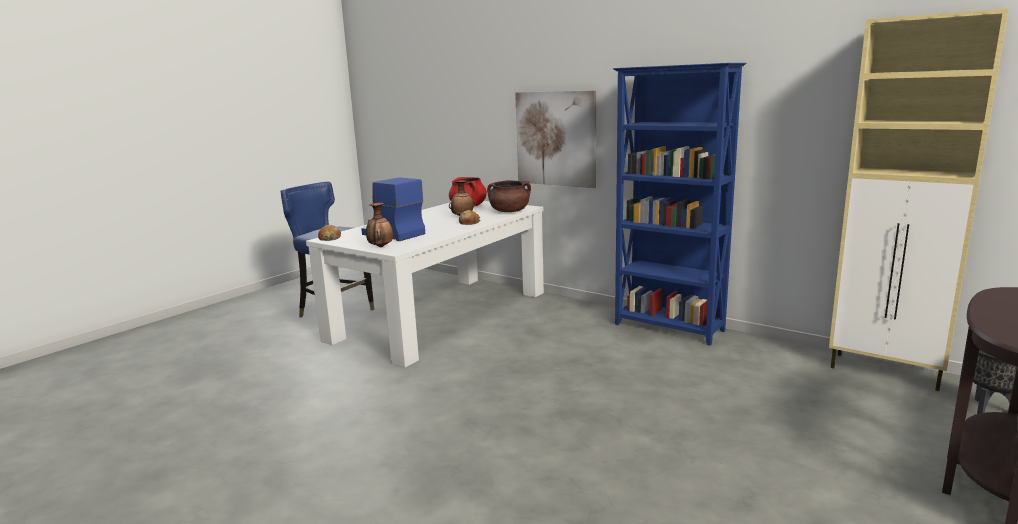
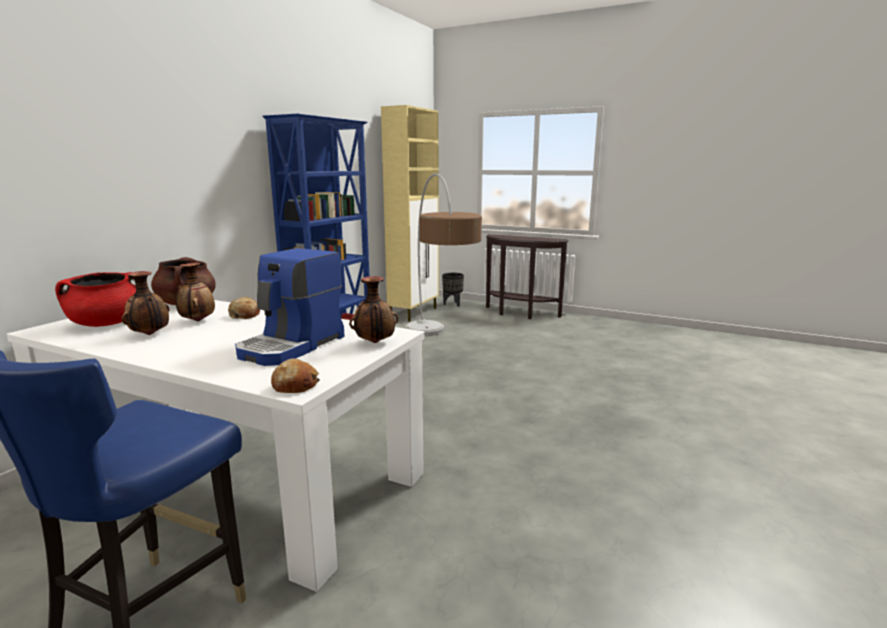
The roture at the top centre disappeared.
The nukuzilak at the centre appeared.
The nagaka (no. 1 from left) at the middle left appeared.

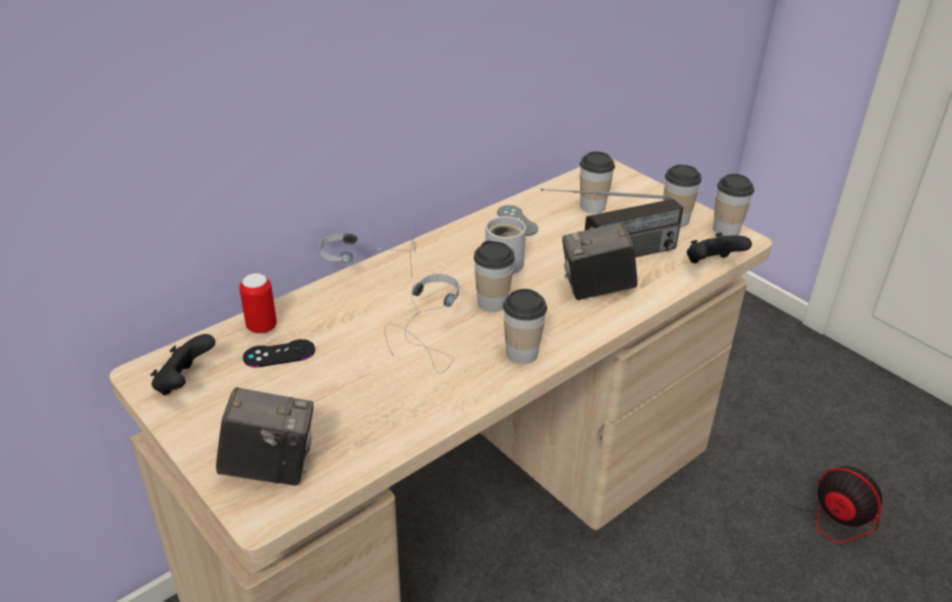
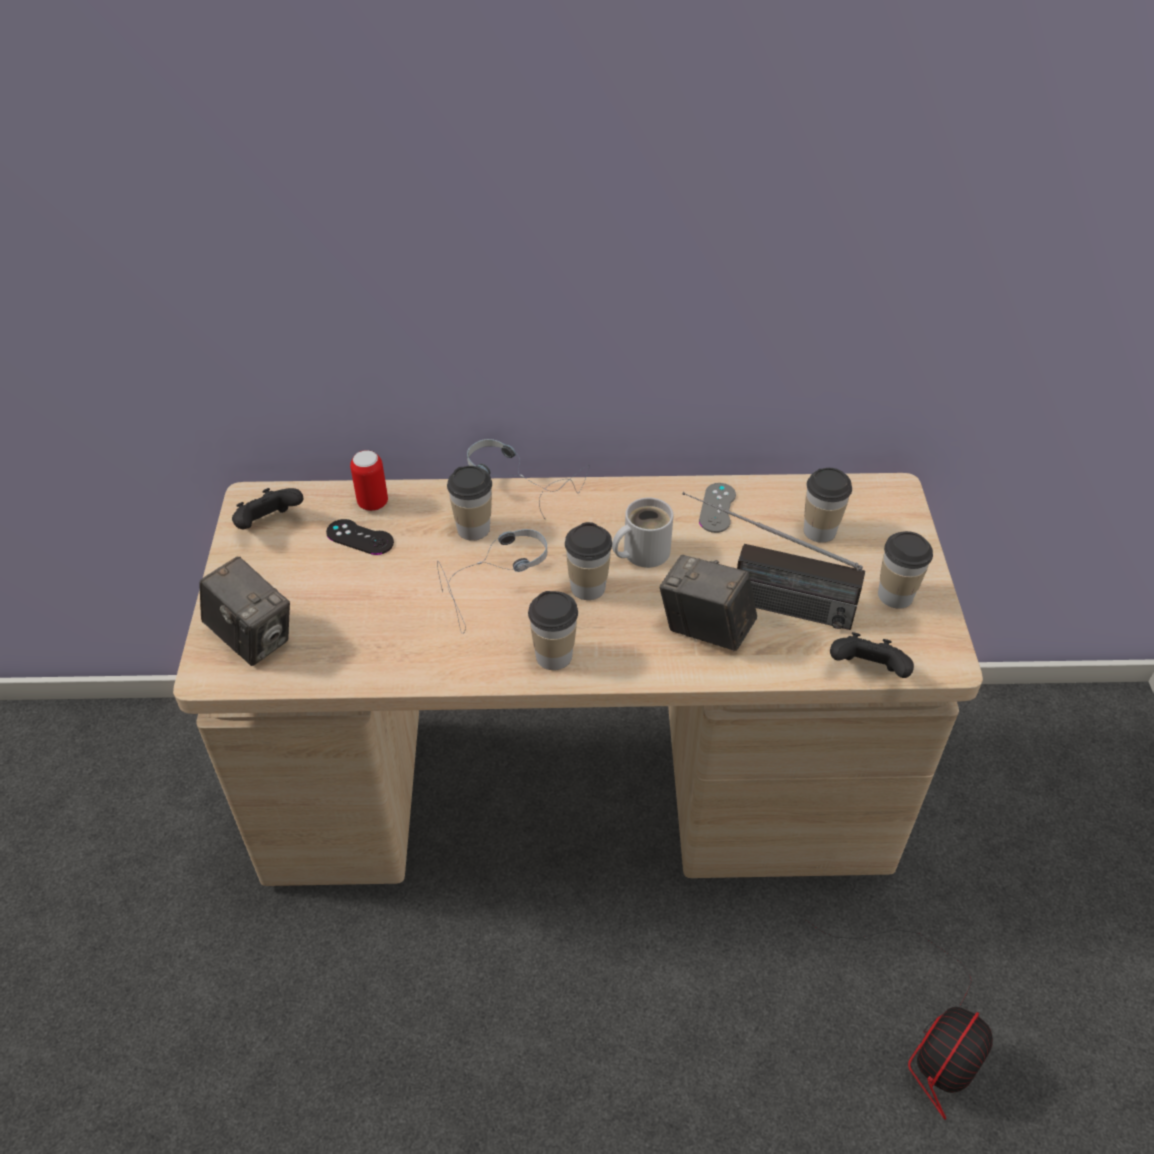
The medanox (no. 5 from left in the first image) moved from the middle right to the centre.
The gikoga at the bottom right turned 45 degrees clockwise.

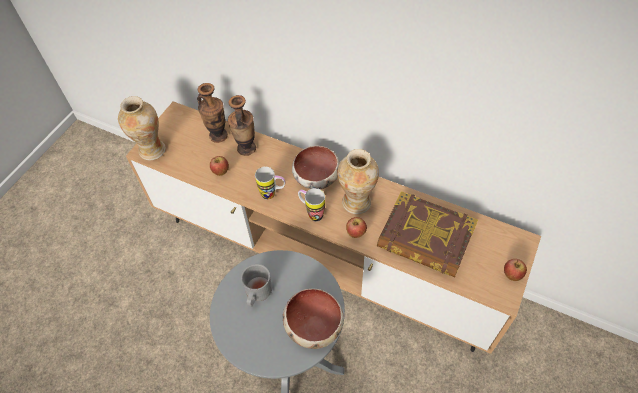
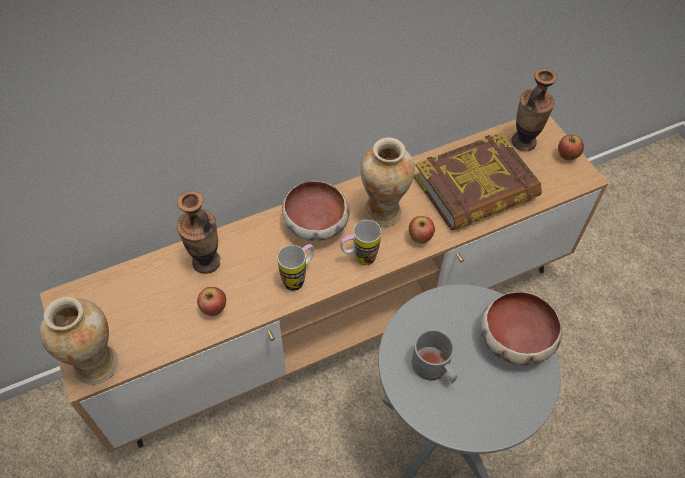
The nagaka (no. 2 from left in the first image) moved from the top left to the top right.

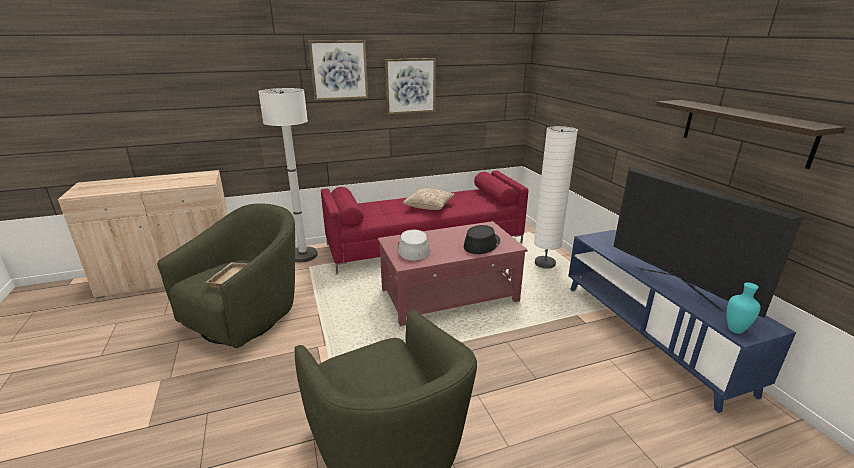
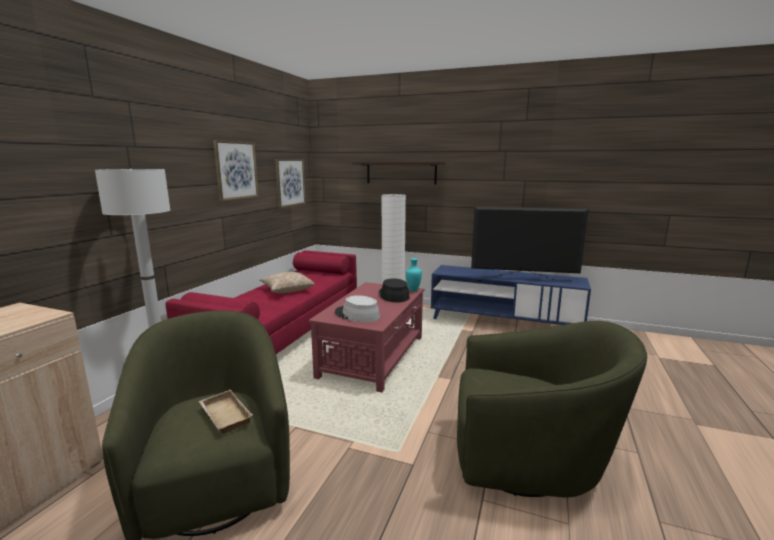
The roture (no. 1 from left in the first image) moved from the top centre to the centre.
The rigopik moved from the top right to the top centre.
The turquoise nagaka moved from the middle right to the centre.

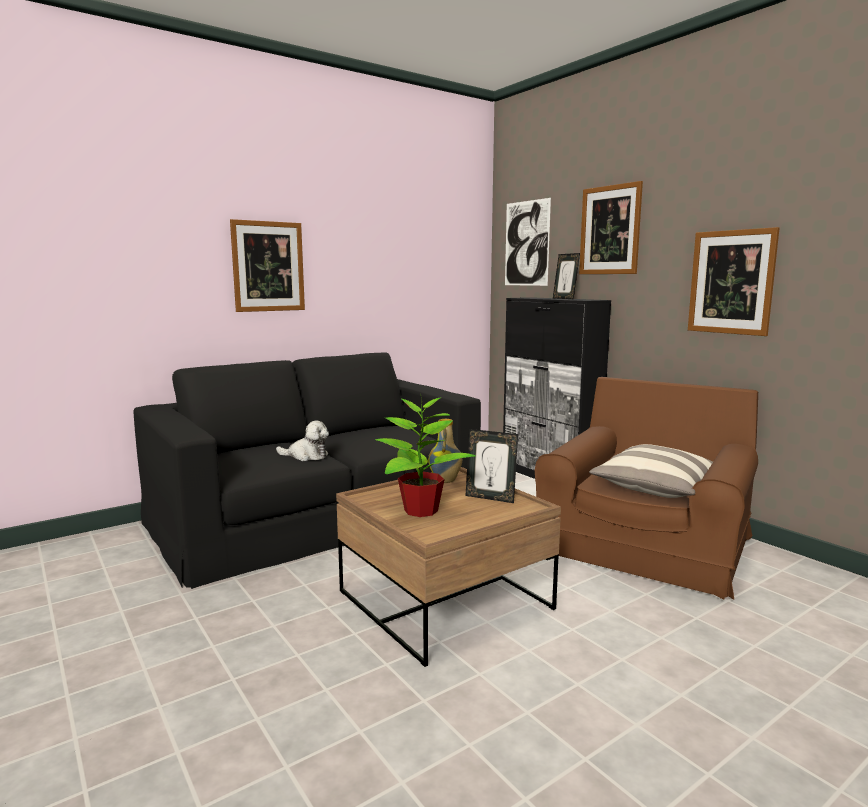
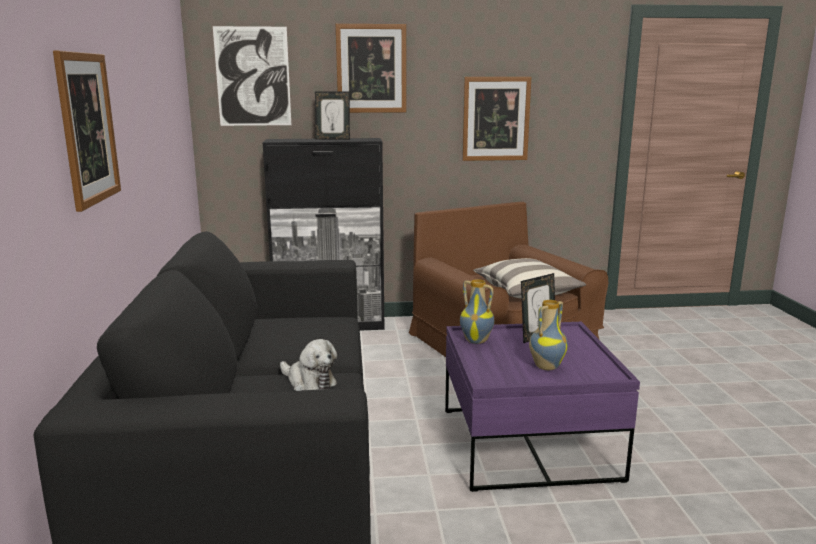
The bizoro at the centre was replaced by the nagaka (no. 2 from left) at the middle right.
The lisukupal at the centre turned 90 degrees clockwise.
The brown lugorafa at the bottom centre became the purple lugorafa at the bottom centre.

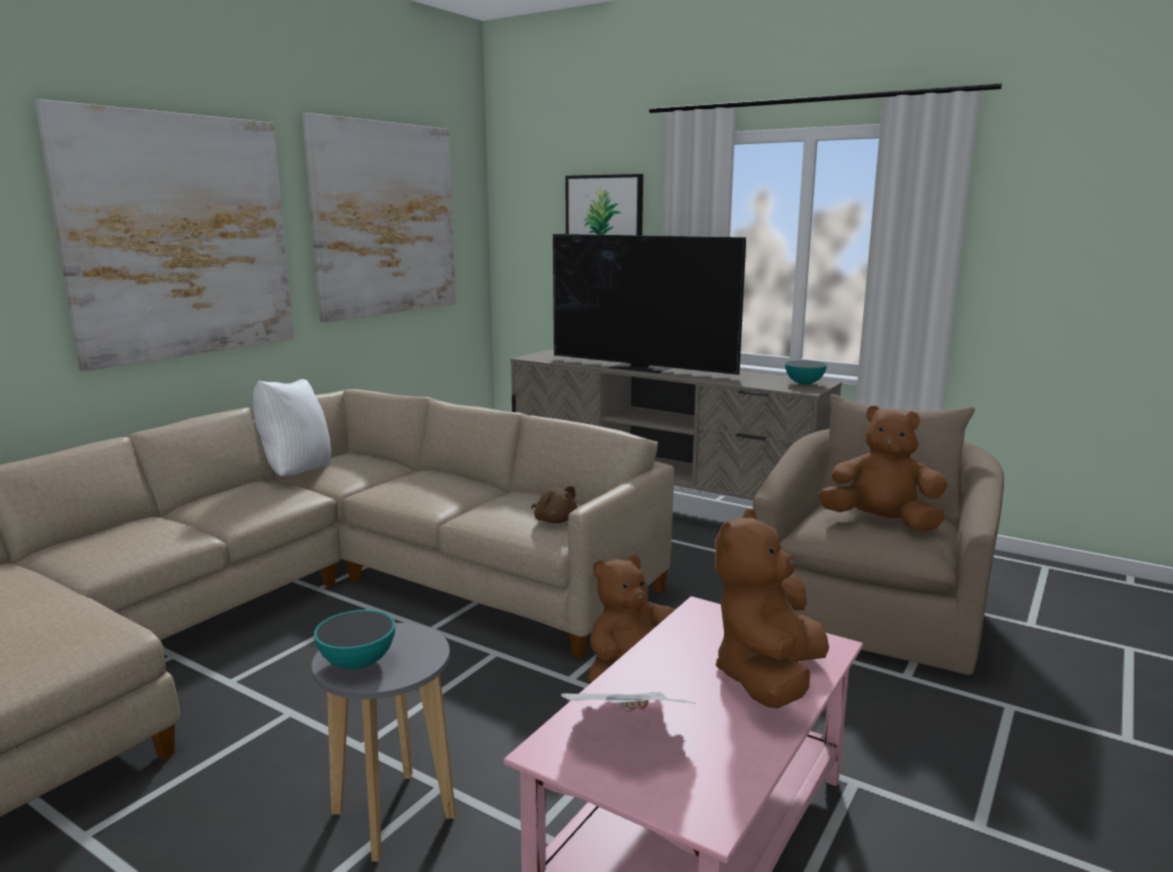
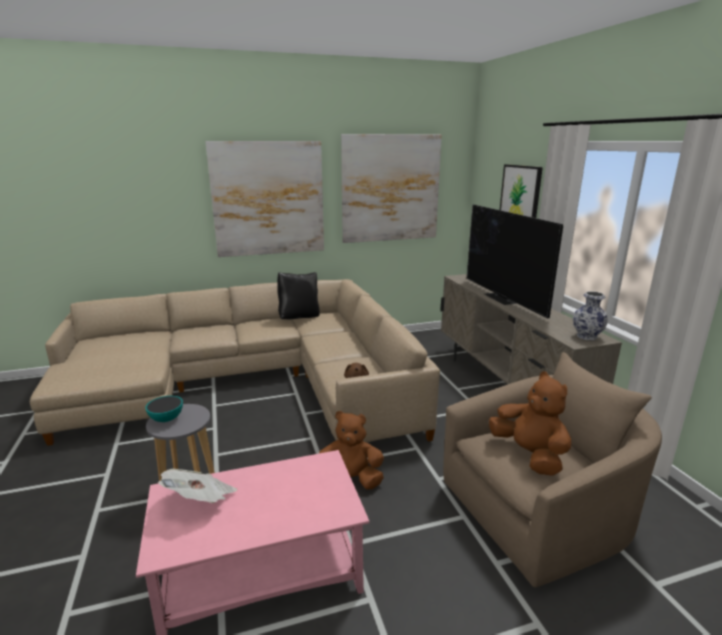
The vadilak (no. 2 from left) at the middle right was replaced by the nagaka at the middle right.
The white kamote at the middle left became the black kamote at the centre.
The brown lisukupal (no. 3 from left) at the bottom centre disappeared.

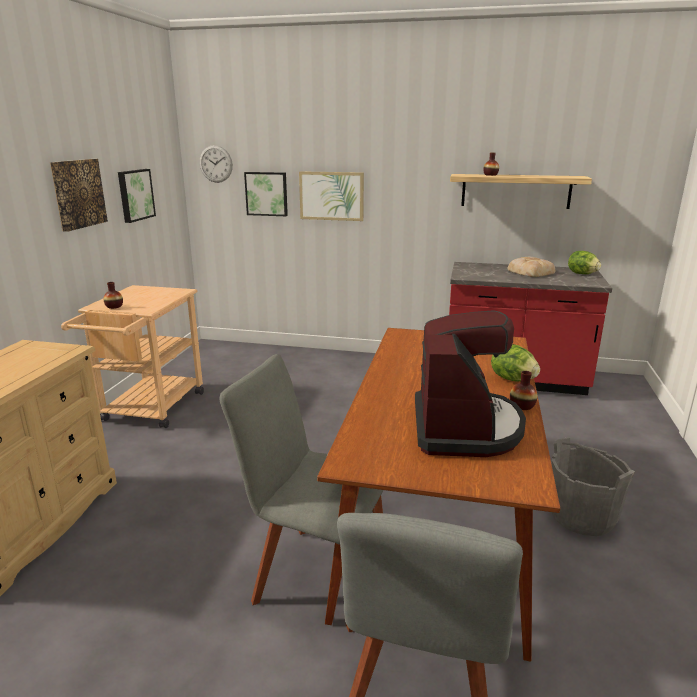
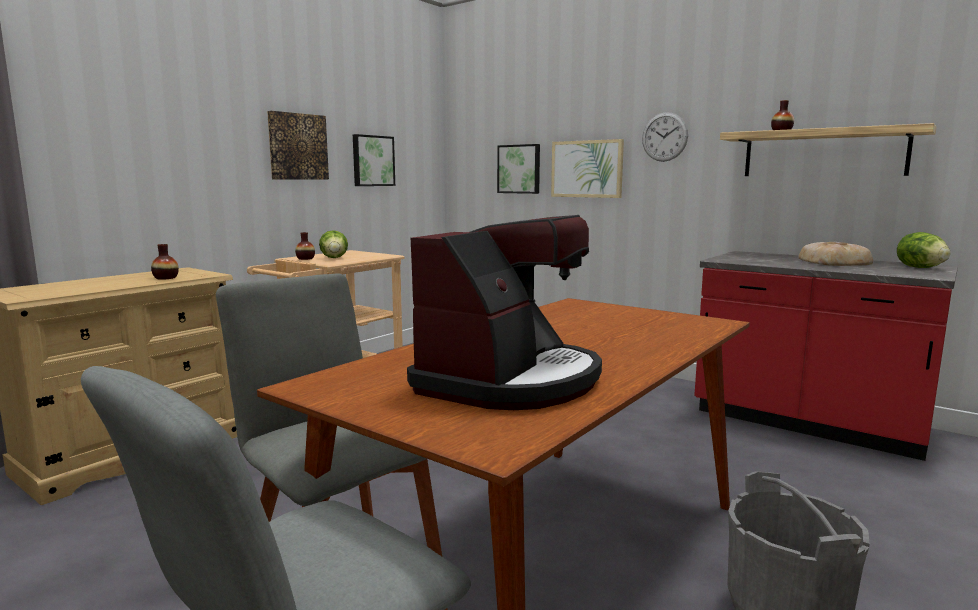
The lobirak moved from the top left to the top right.
The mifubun (no. 1 from left) moved from the middle right to the centre.
The nagaka (no. 3 from left in the first image) moved from the middle right to the middle left.

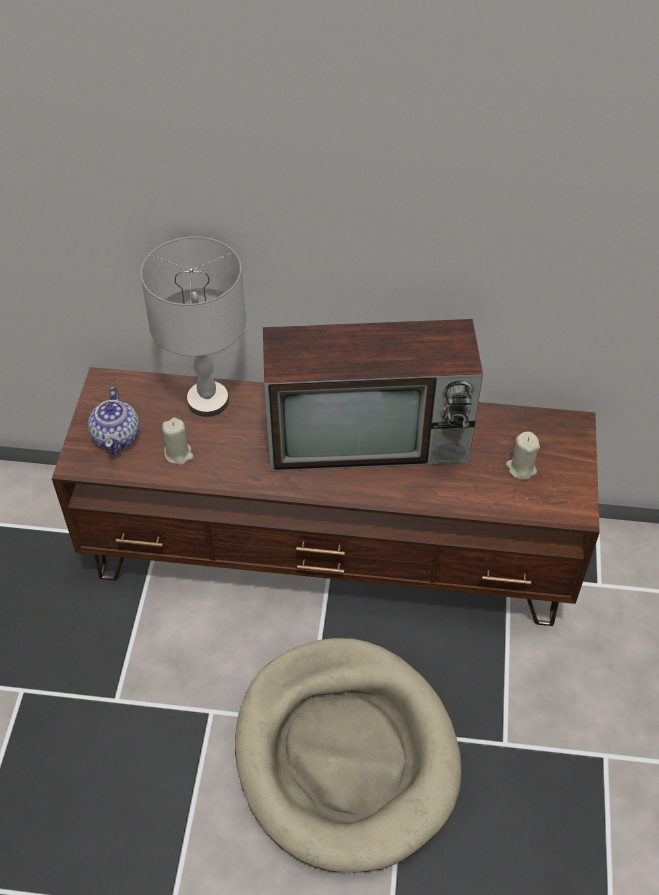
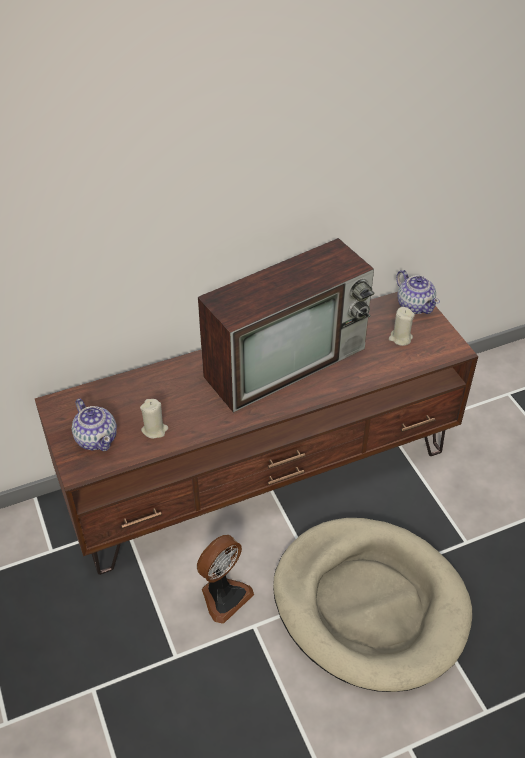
The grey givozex at the middle left disappeared.
The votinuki (no. 2 from left) at the middle right appeared.
The gikoga at the bottom centre appeared.

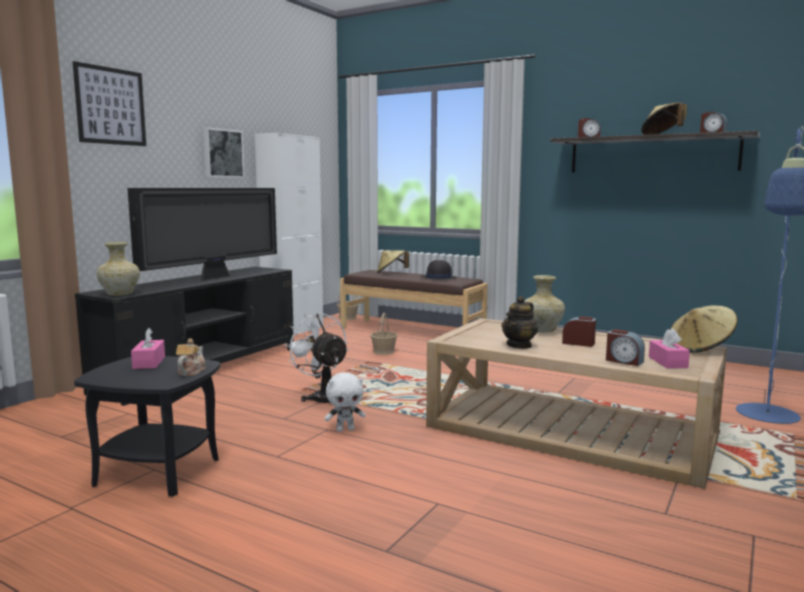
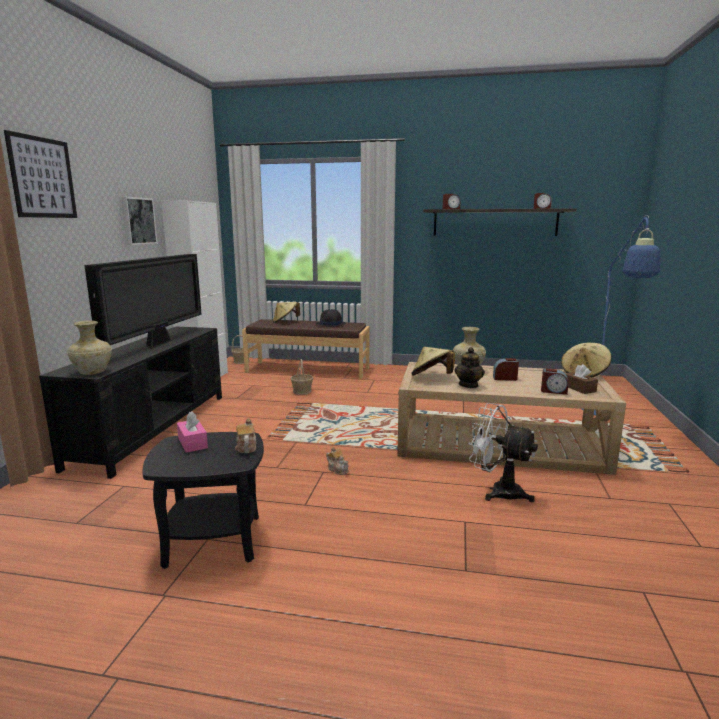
The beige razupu (no. 2 from left) moved from the top right to the centre.
The white gikoga moved from the centre to the middle right.
The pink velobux (no. 2 from left) at the middle right became the brown velobux at the middle right.
The white lisukupal at the bottom centre was replaced by the votinuki (no. 2 from left) at the centre.

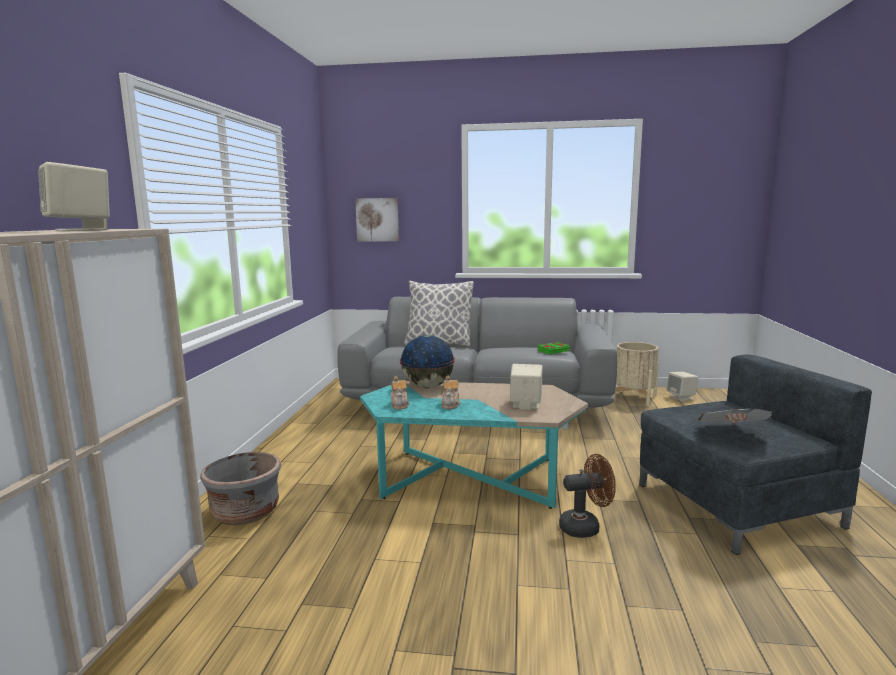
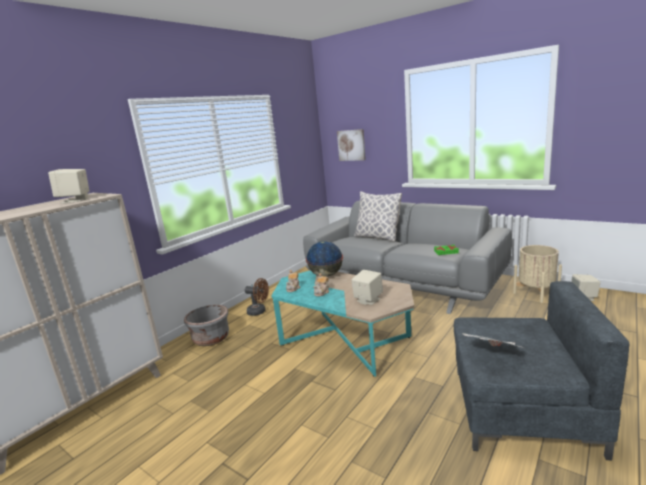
The brown gikoga moved from the bottom centre to the centre.

